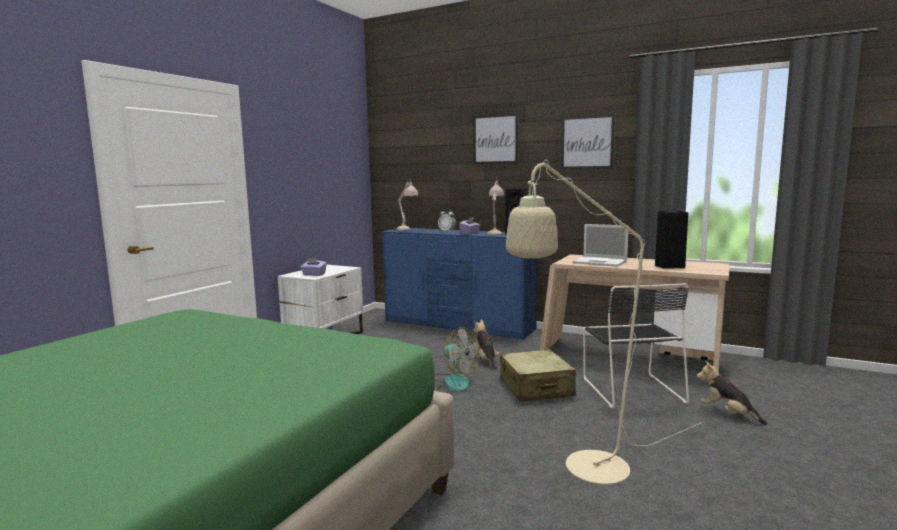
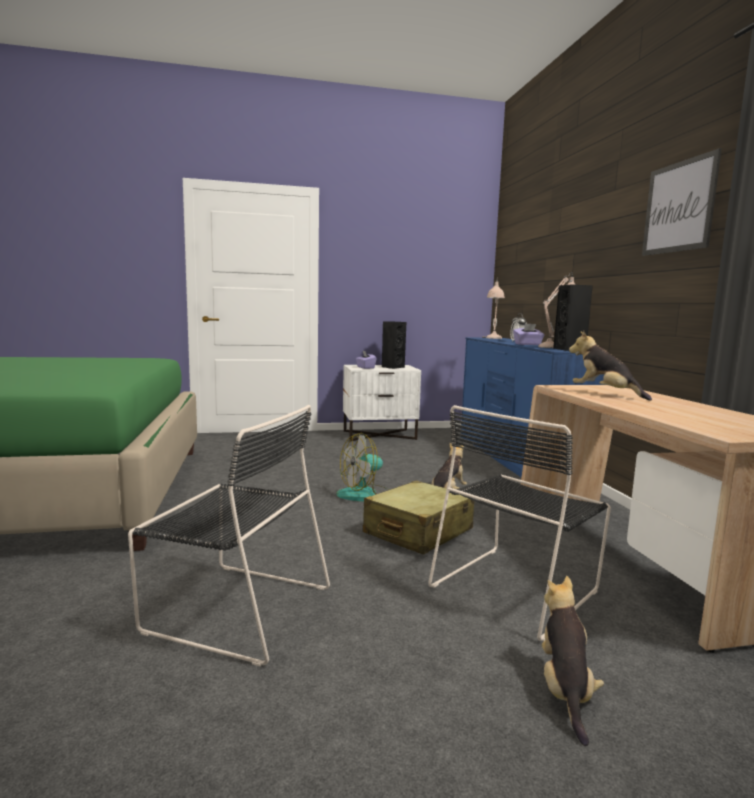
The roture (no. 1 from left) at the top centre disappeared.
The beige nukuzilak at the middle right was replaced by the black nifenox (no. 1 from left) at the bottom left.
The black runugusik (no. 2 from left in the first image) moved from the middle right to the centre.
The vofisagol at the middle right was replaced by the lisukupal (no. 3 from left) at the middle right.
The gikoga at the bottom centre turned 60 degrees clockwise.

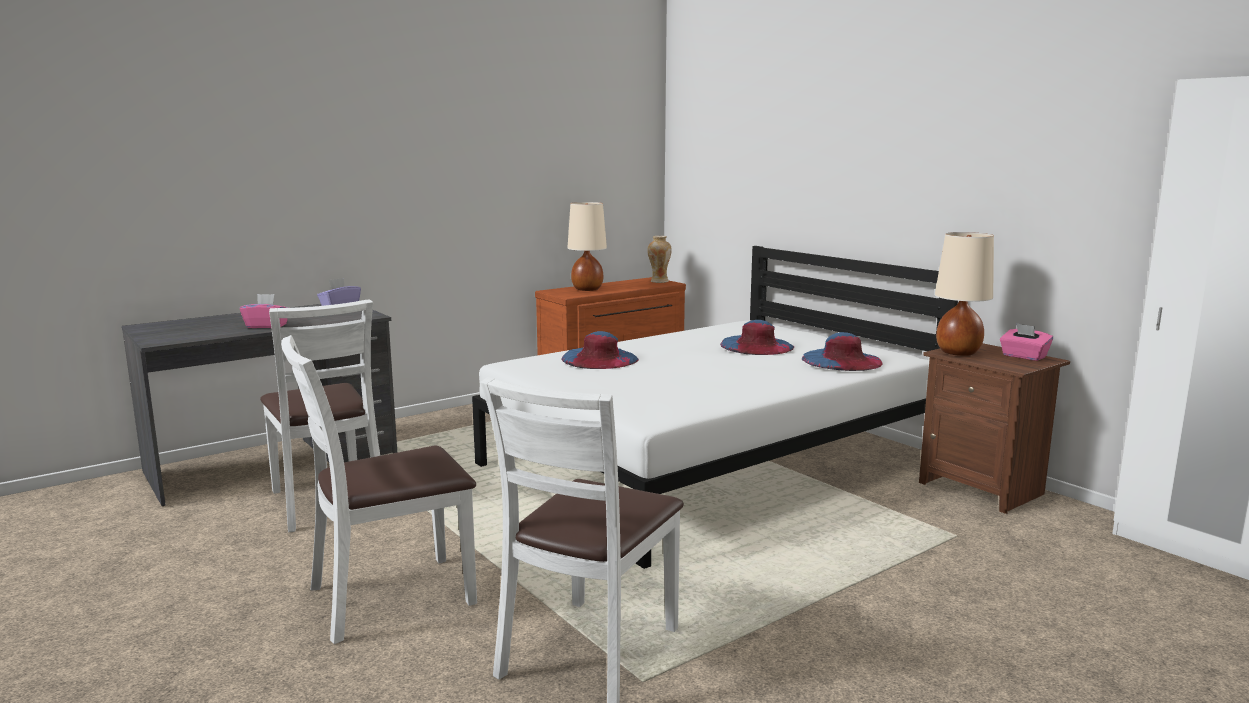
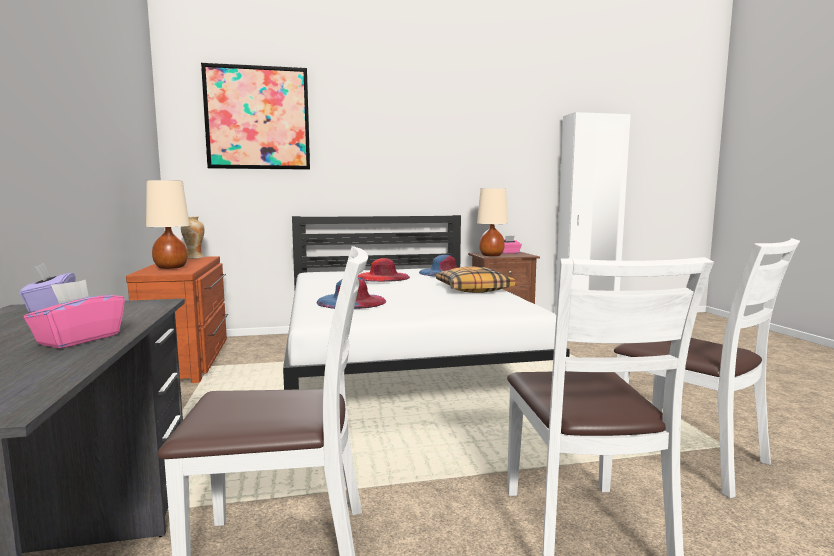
The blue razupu (no. 2 from left) at the centre became the red razupu at the centre.
The roture at the top left appeared.
The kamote at the centre appeared.

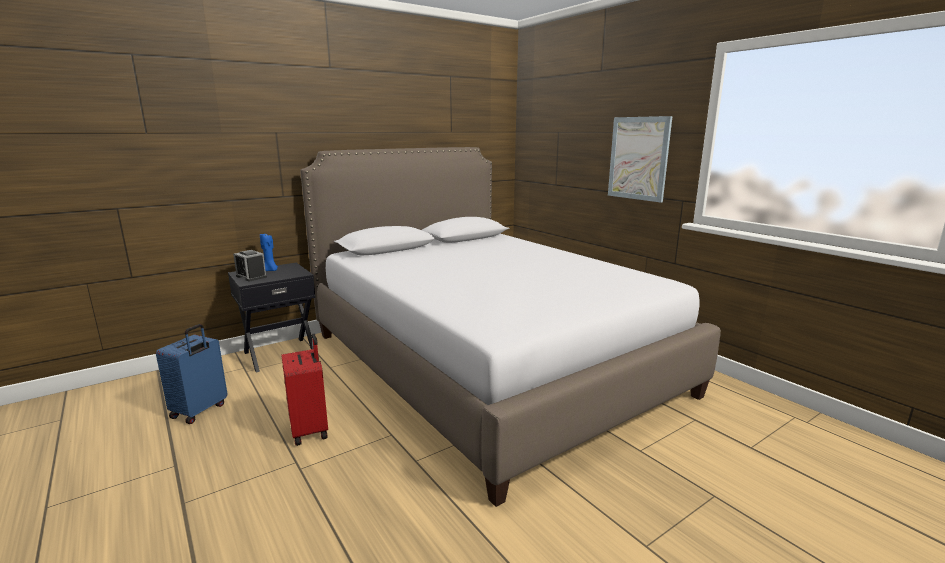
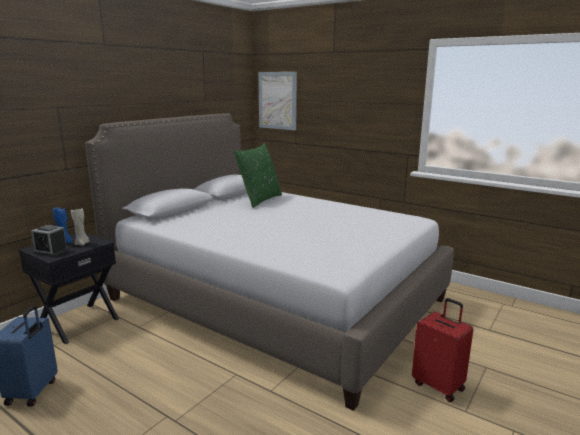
The roture moved from the top right to the top centre.
The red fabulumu moved from the bottom left to the bottom right.
The green kamote at the centre appeared.
The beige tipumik at the middle left appeared.

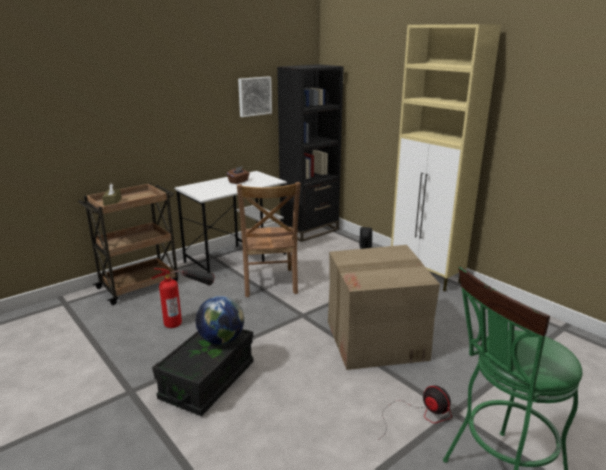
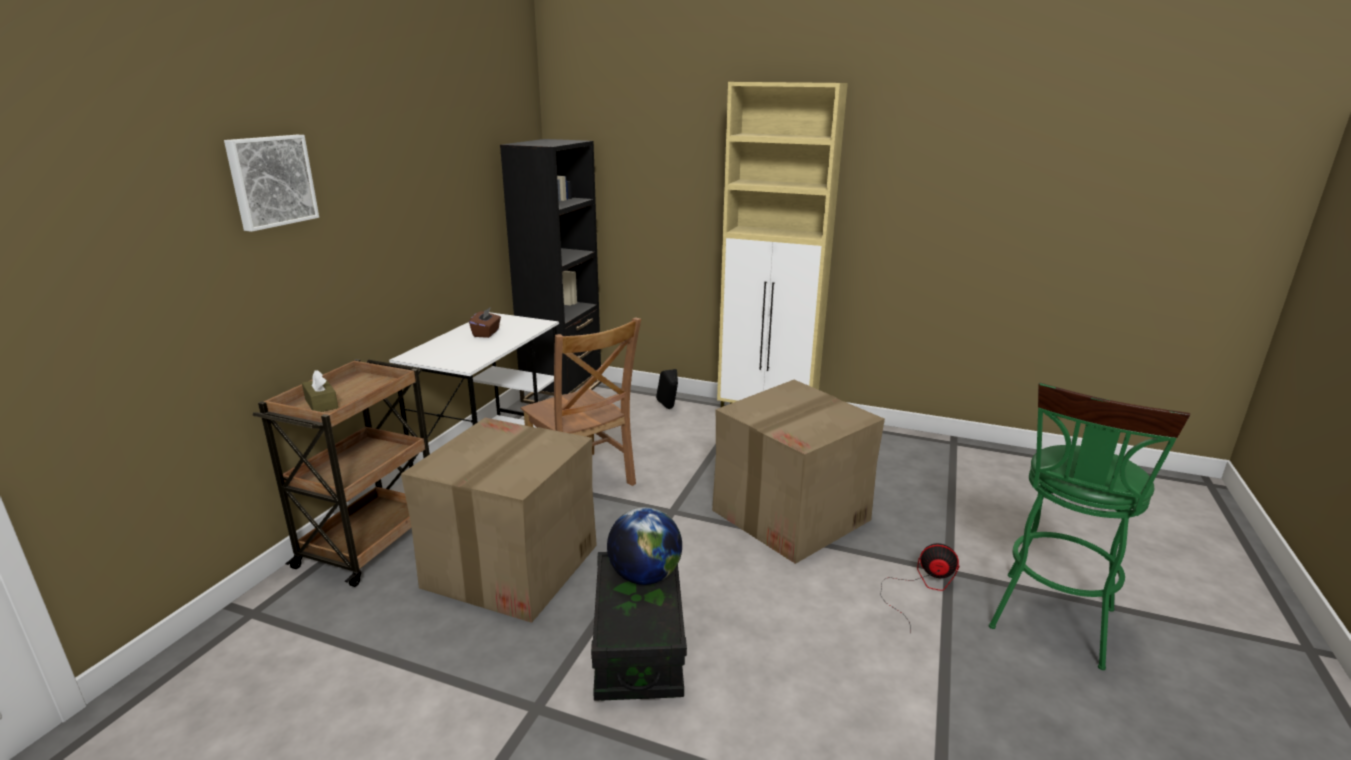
The roture moved from the top centre to the top left.
The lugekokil at the middle left was replaced by the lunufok (no. 1 from left) at the bottom centre.

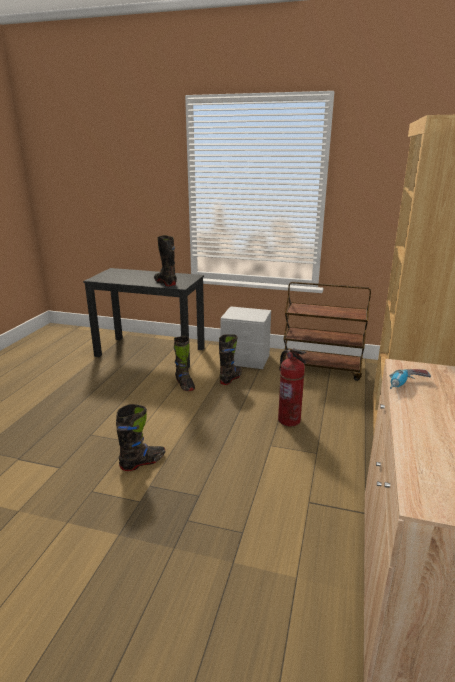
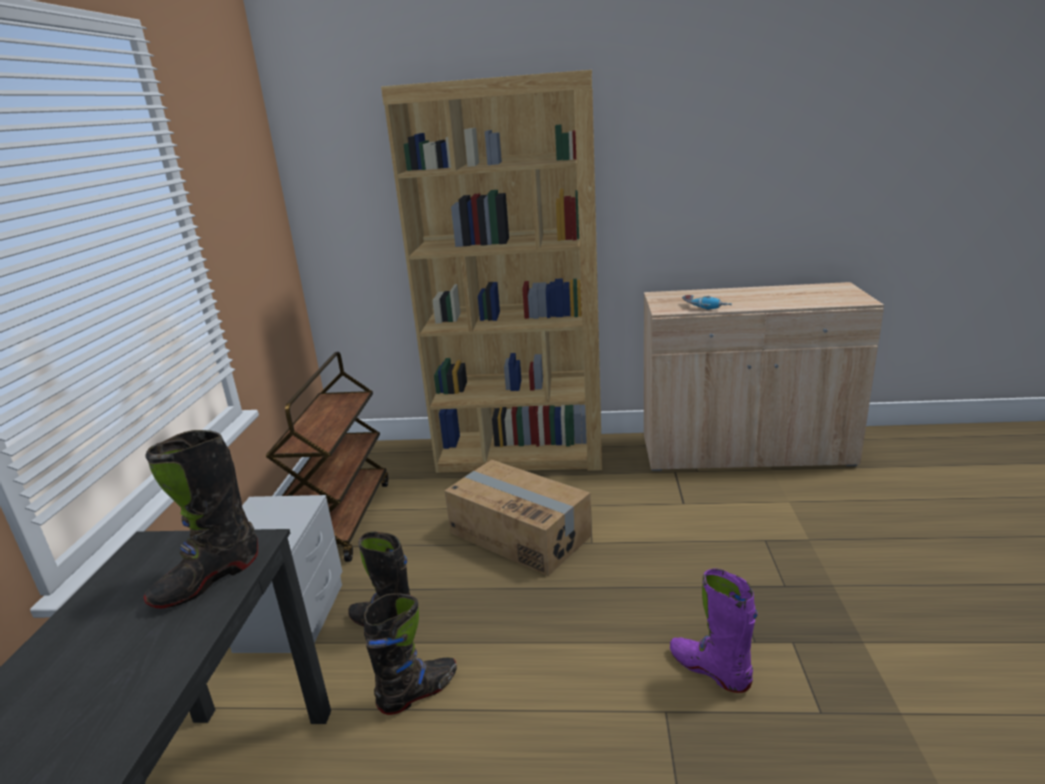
The lugekokil at the centre was replaced by the lunufok at the centre.
The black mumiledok (no. 1 from left) at the middle left became the purple mumiledok at the bottom right.

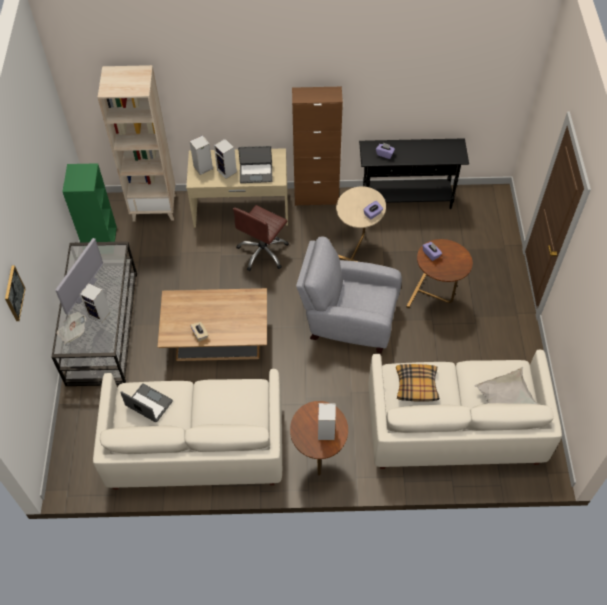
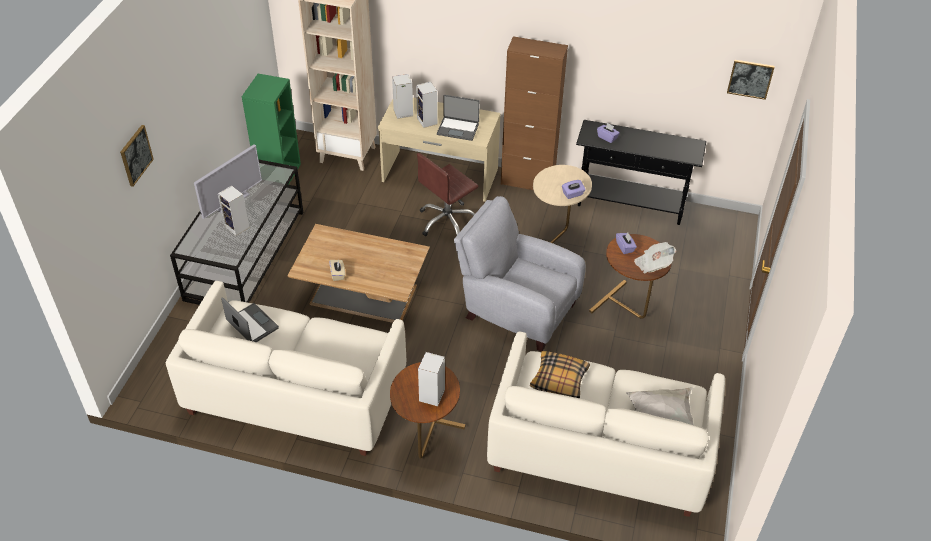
The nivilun moved from the middle left to the middle right.
The roture (no. 2 from left) at the top right appeared.

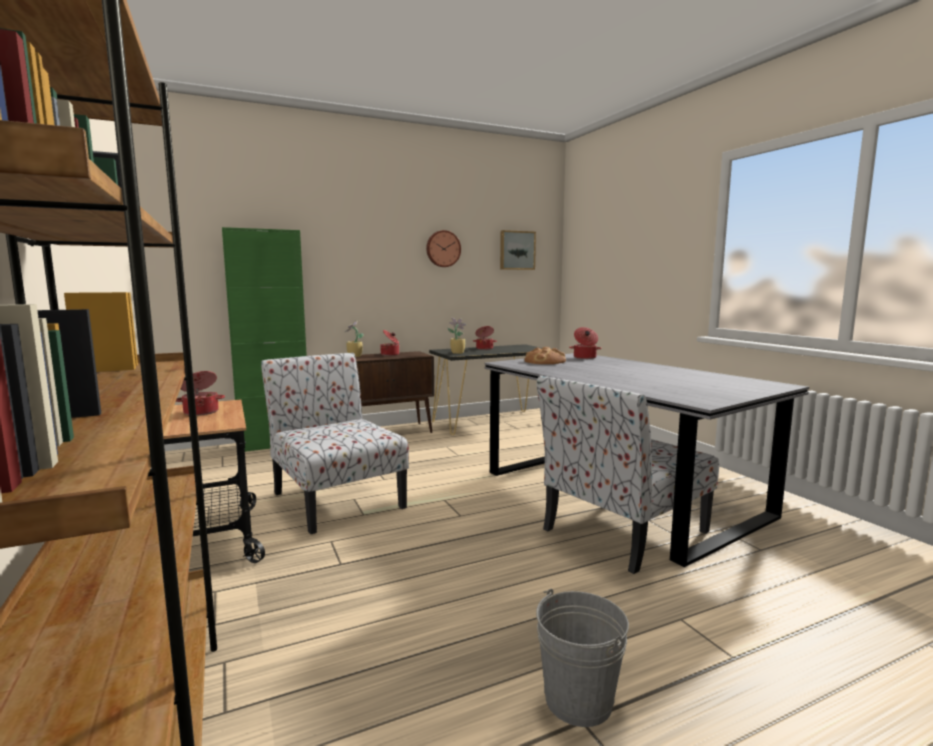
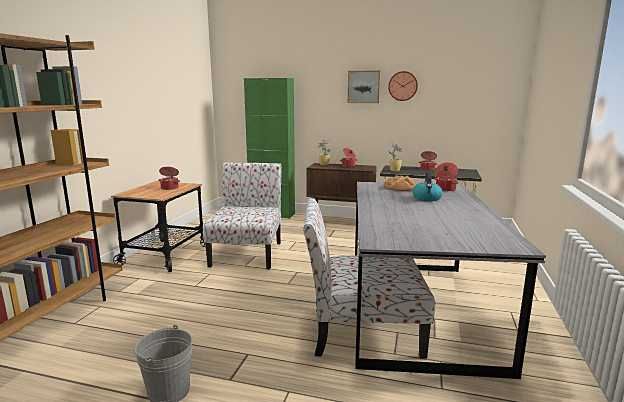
The roture moved from the centre to the top centre.
The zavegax at the middle right appeared.

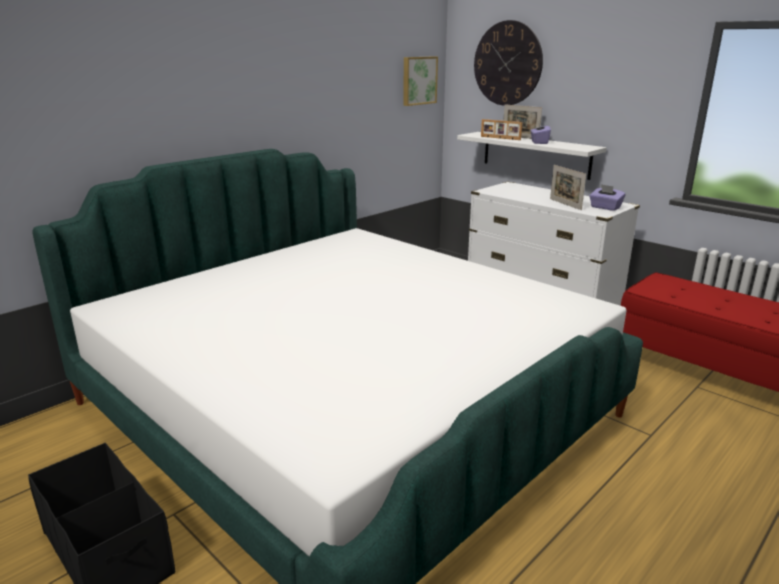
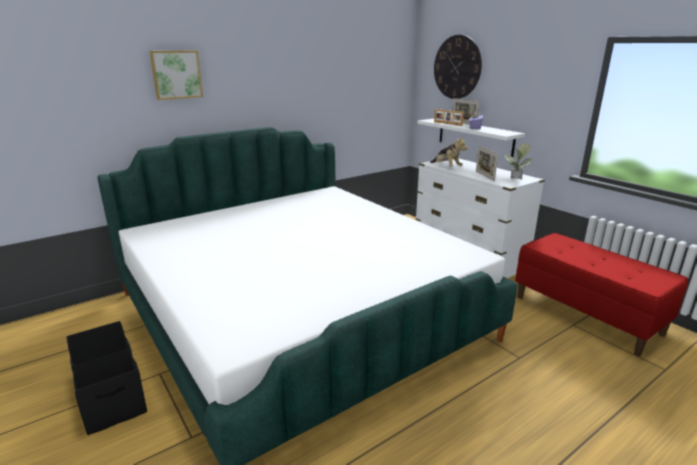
The roture moved from the top centre to the top left.
The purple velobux (no. 2 from left) at the middle right was replaced by the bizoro at the middle right.
The lisukupal at the top centre appeared.

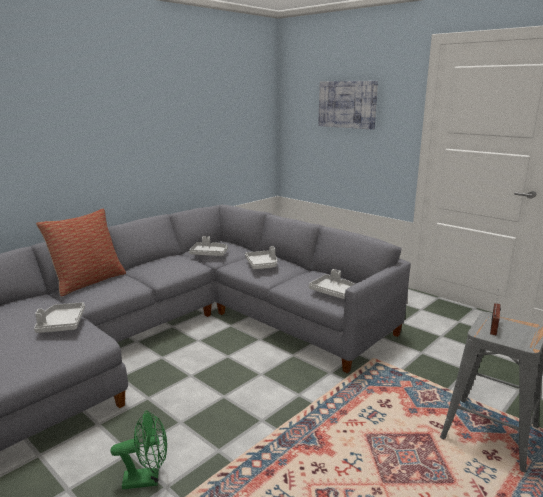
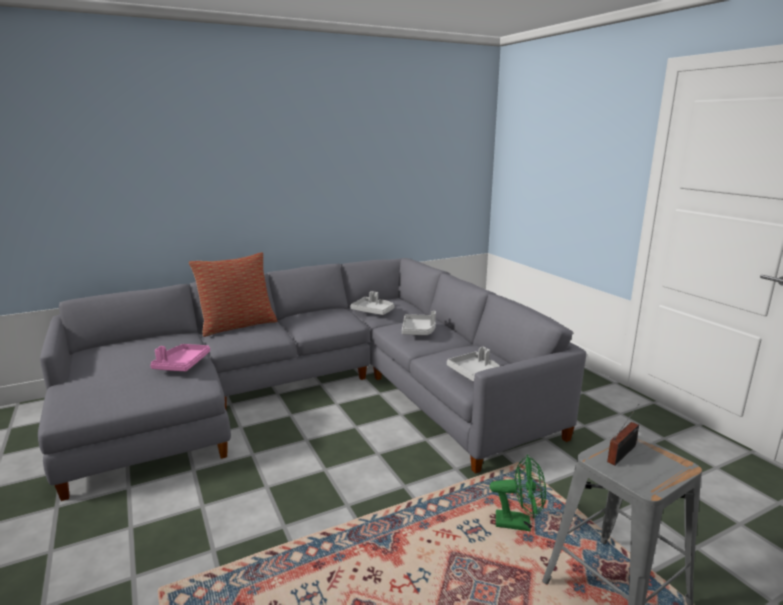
The roture at the top centre disappeared.
The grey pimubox (no. 1 from left) at the middle left became the pink pimubox at the middle left.
The green gikoga moved from the bottom left to the bottom centre.

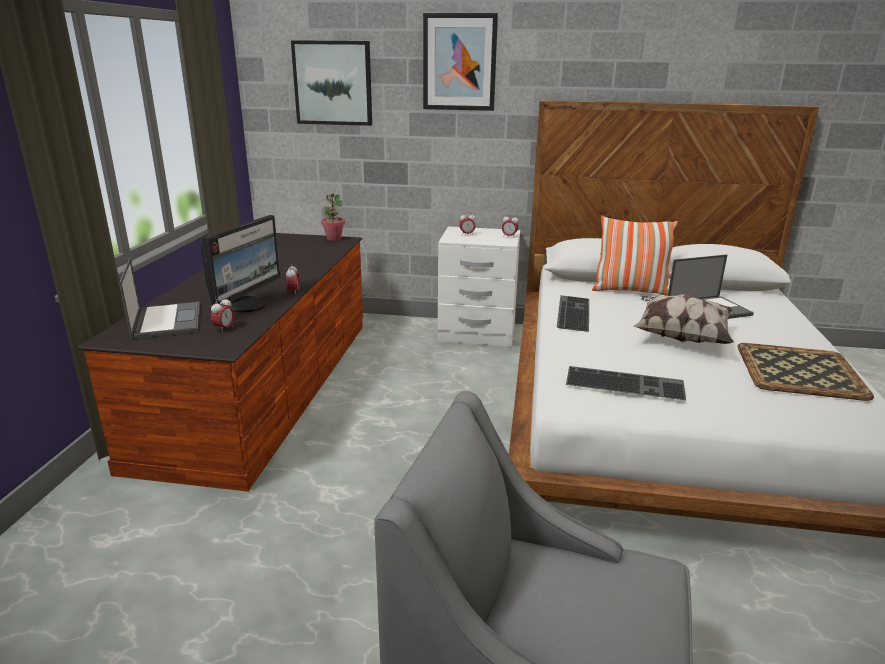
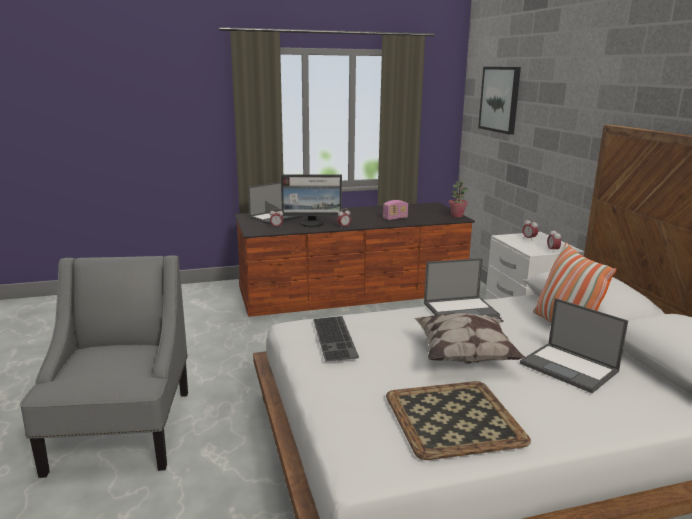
The roture (no. 2 from left) at the top centre disappeared.
The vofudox (no. 1 from left) at the centre was replaced by the vofisagol (no. 2 from left) at the middle right.
The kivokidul at the centre appeared.

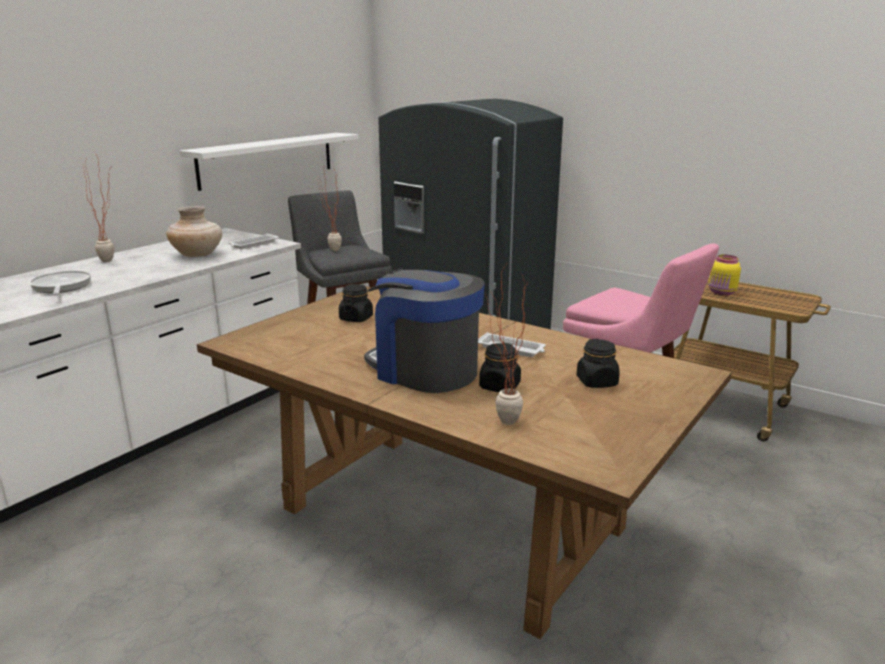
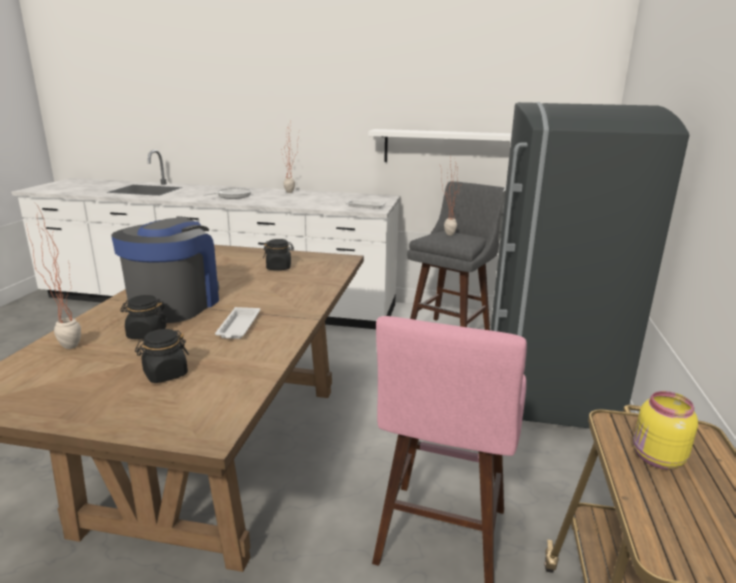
The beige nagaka at the middle left disappeared.

